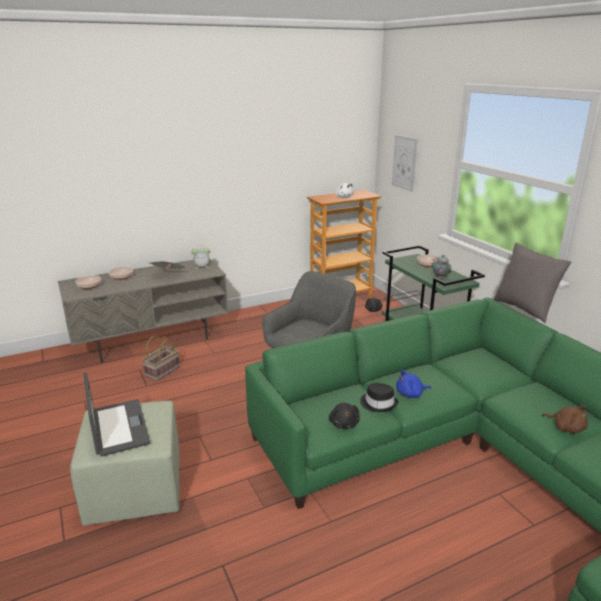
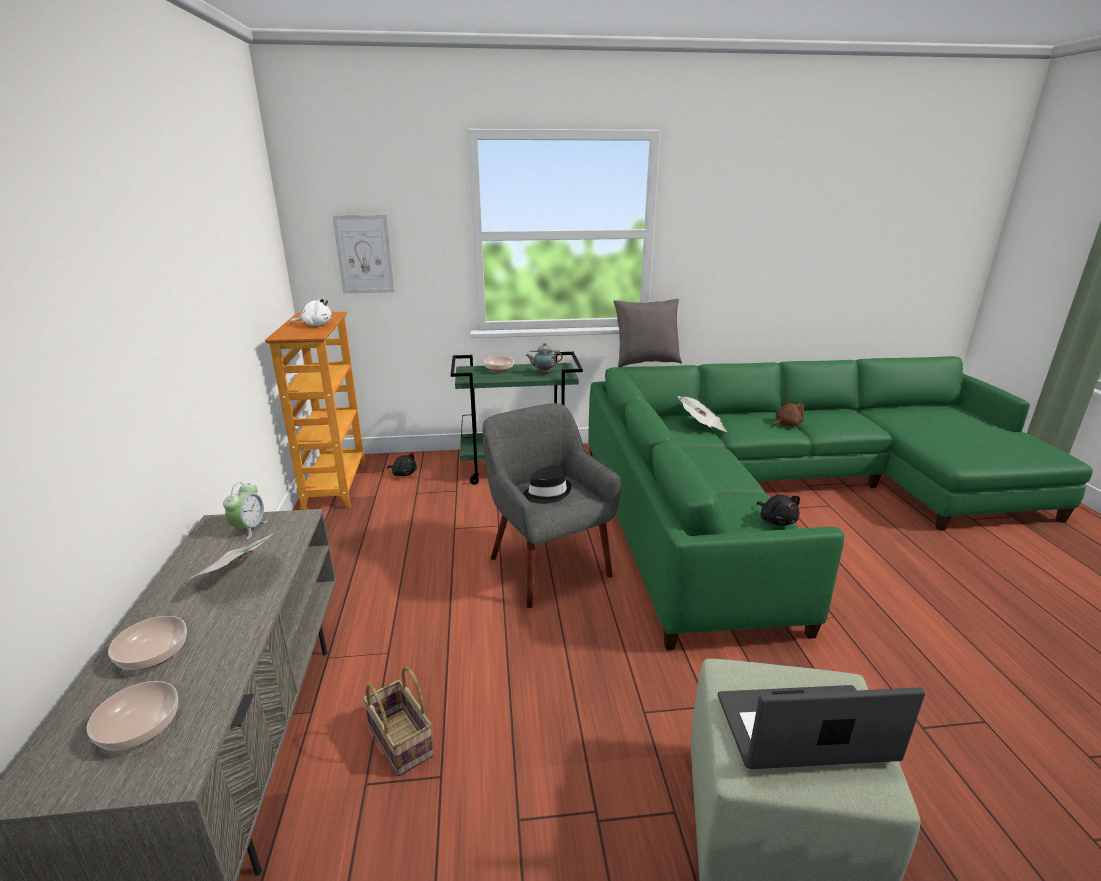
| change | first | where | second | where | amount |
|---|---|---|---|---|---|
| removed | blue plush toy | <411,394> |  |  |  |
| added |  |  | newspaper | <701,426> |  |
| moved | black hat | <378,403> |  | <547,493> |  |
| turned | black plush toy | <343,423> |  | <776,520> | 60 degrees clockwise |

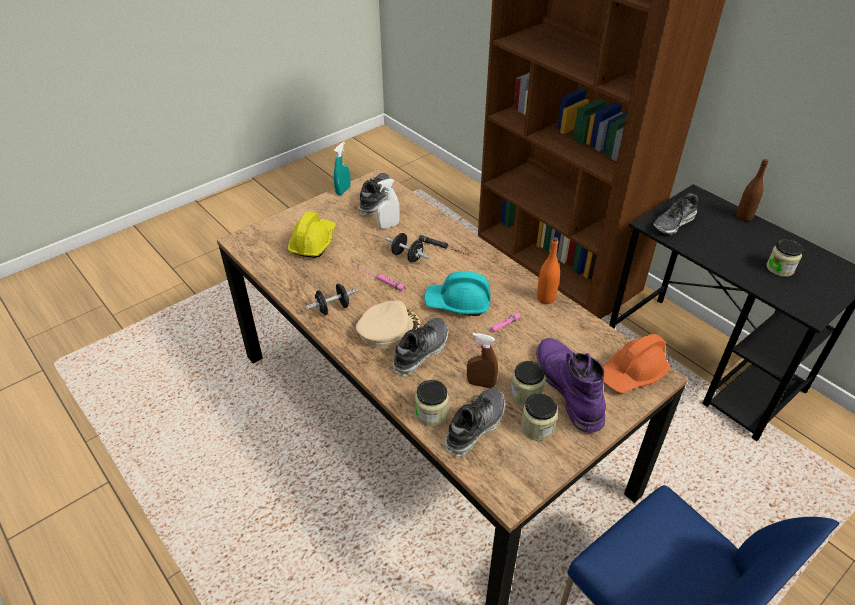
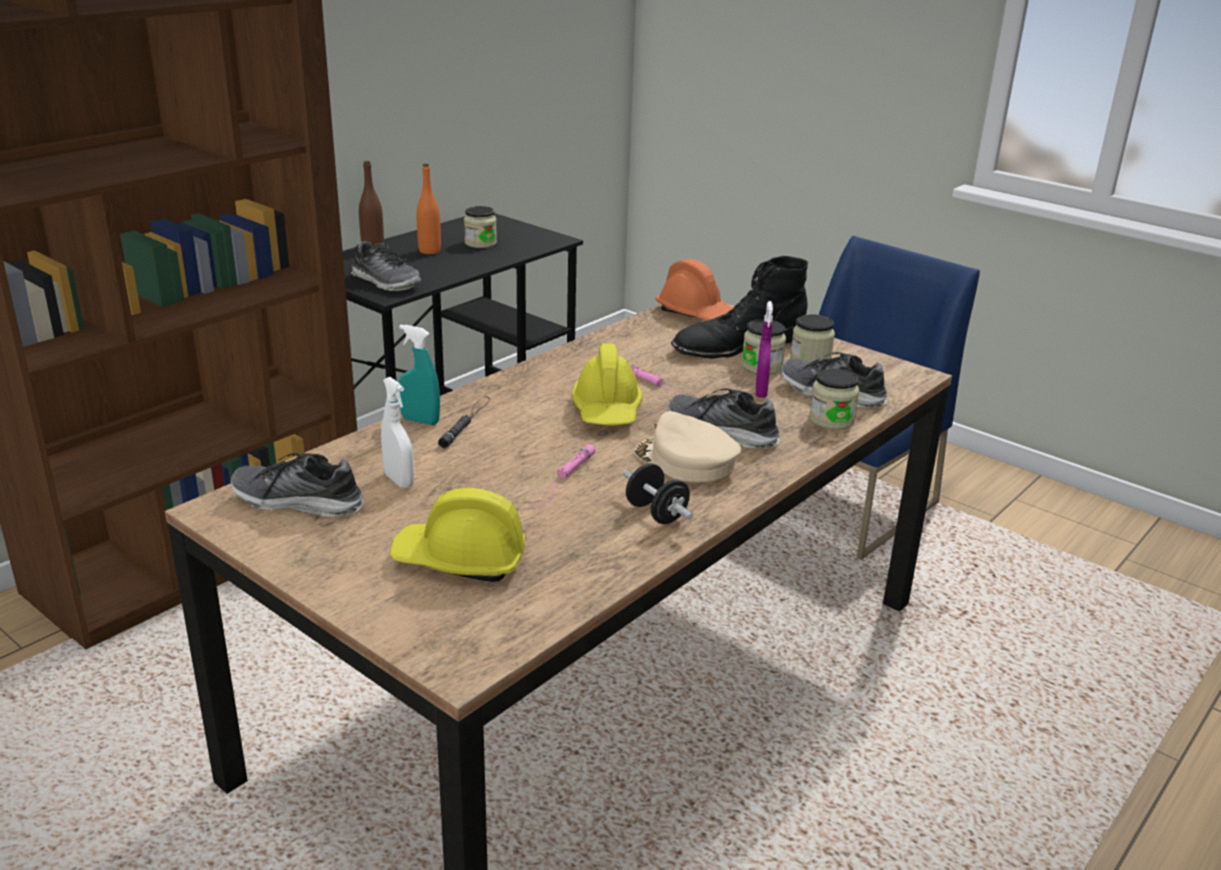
| change | first | where | second | where | amount |
|---|---|---|---|---|---|
| removed | black dumbbell | <407,256> |  |  |  |
| moved | turquoise spray bottle | <343,191> |  | <420,421> |  |
| moved | orange bottle | <546,298> |  | <429,251> |  |
| recoloured | turquoise hard hat | <458,303> | yellow hard hat | <607,410> |  |
| recoloured | brown spray bottle | <481,384> | purple spray bottle | <761,392> |  |
| recoloured | purple boot | <568,388> | black boot | <737,344> |  |

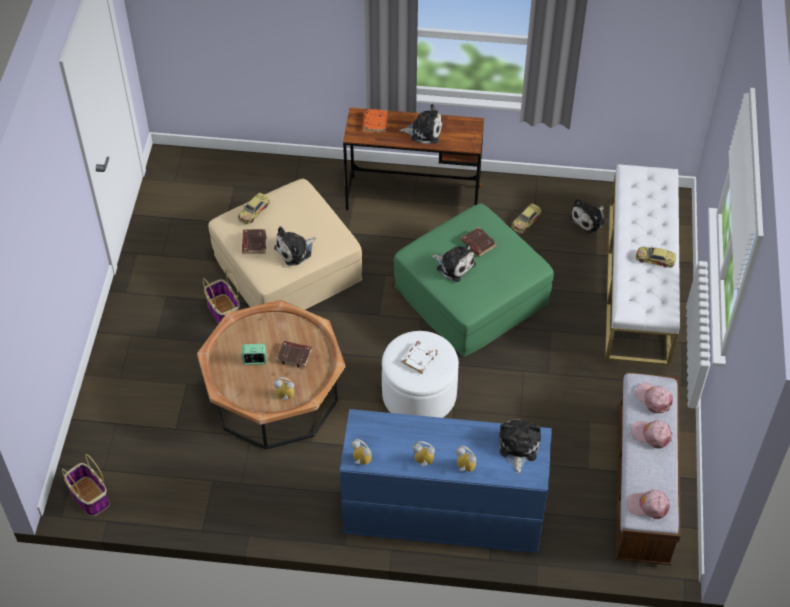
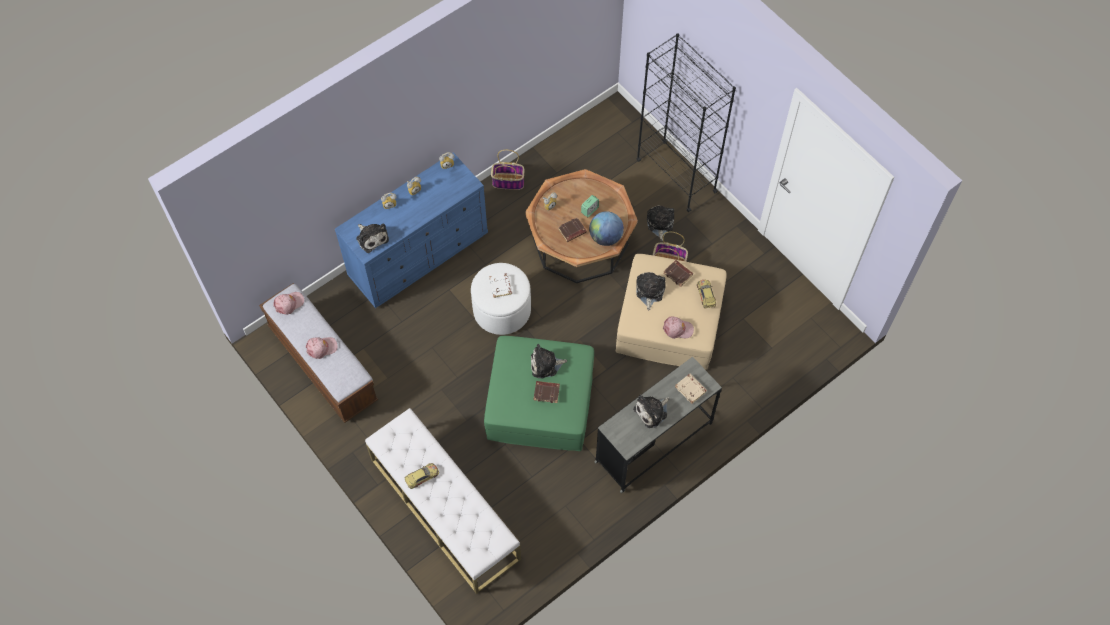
| change | first | where | second | where | amount |
|---|---|---|---|---|---|
| removed | toy car | <526,220> |  |  |  |
| added |  |  | globe | <605,237> |  |
| added |  |  | black bookcase | <676,175> |  |
| moved | basket | <89,496> |  | <508,181> |  |
| moved | plush toy | <589,220> |  | <659,224> |  |
| moved | pink cap | <653,399> |  | <677,329> |  |
| recoloured | brown desk | <413,198> | grey desk | <654,442> |  |
| recoloured | orange book | <374,122> | beige book | <691,389> |  |

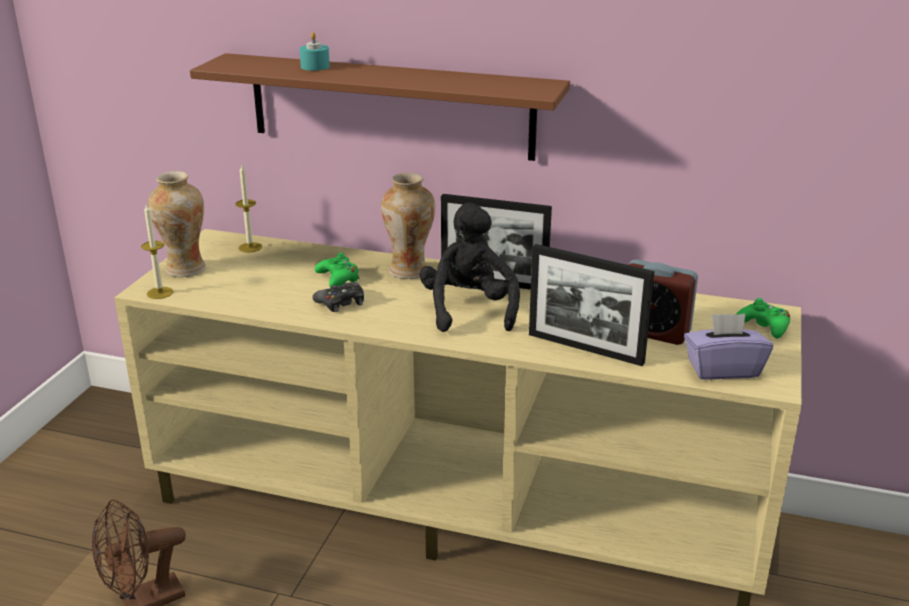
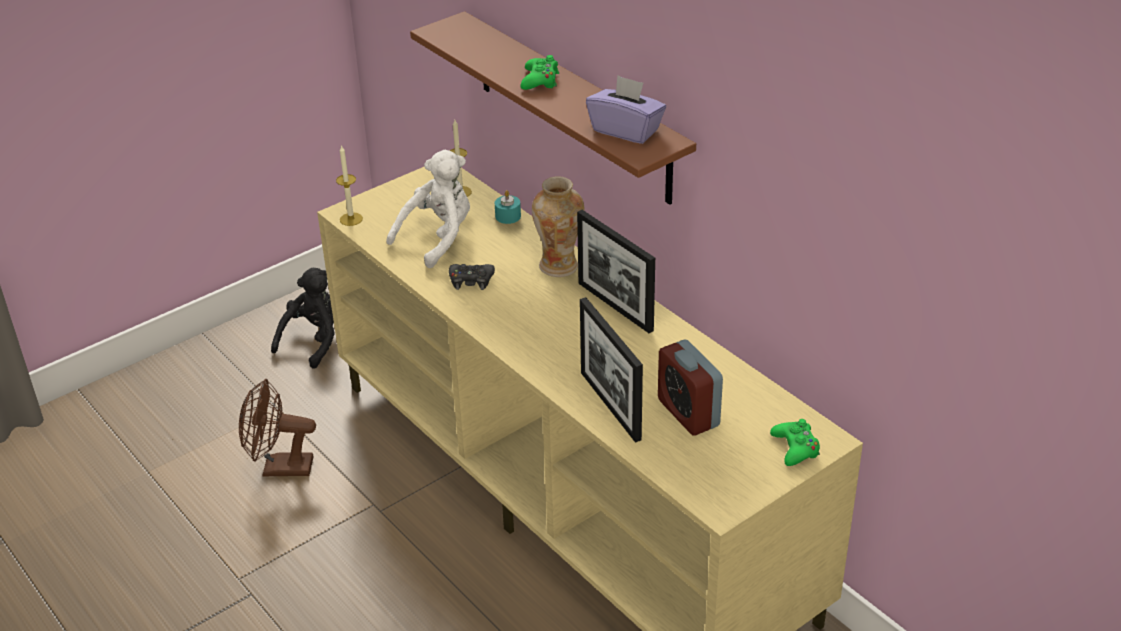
| change | first | where | second | where | amount |
|---|---|---|---|---|---|
| removed | vase | <185,269> |  |  |  |
| added |  |  | white plush toy | <438,238> |  |
| moved | turquoise candle | <315,66> |  | <508,216> |  |
| moved | green game controller | <338,278> |  | <540,80> |  |
| moved | black plush toy | <469,310> |  | <313,341> |  |
| moved | purple tissue box | <723,369> |  | <626,130> |  |

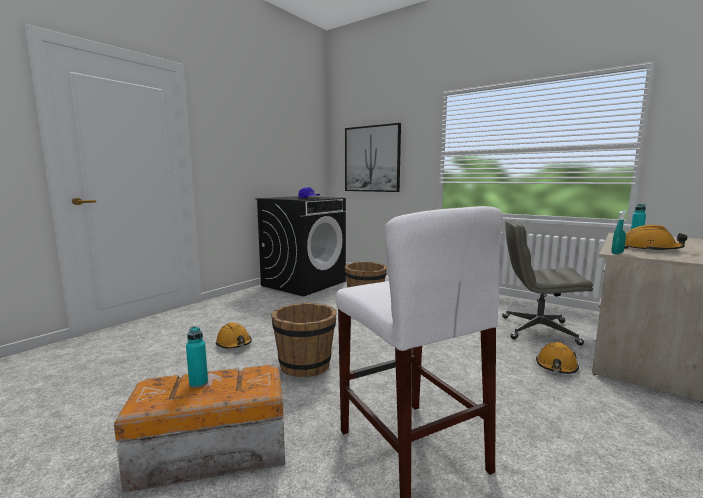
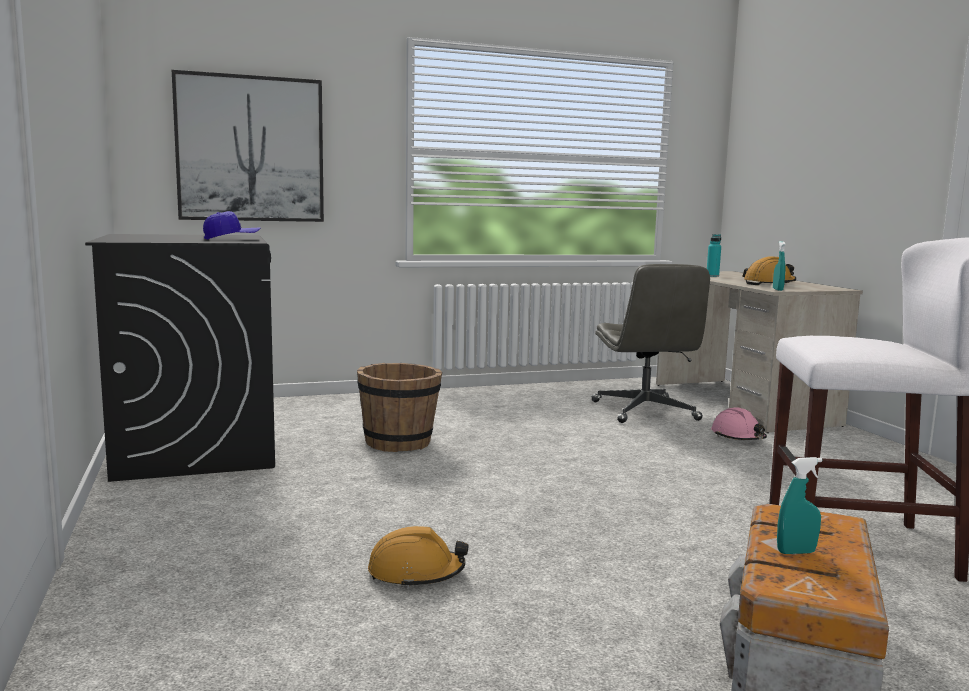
| change | first | where | second | where | amount |
|---|---|---|---|---|---|
| removed | brown bucket | <305,365> |  |  |  |
| replaced | turquoise bottle | <198,383> | turquoise spray bottle | <796,552> |  |
| recoloured | orange hard hat | <556,366> | pink hard hat | <738,437> |  |
| turned | grey office chair | <537,330> |  | <645,411> | 60 degrees counterclockwise |

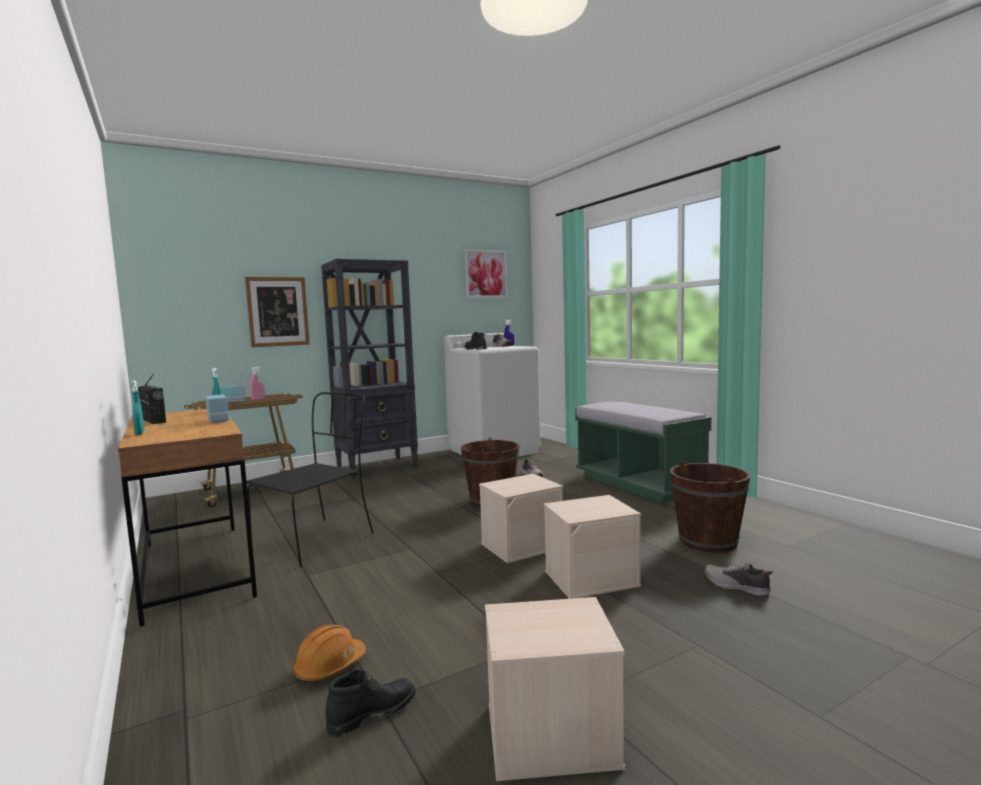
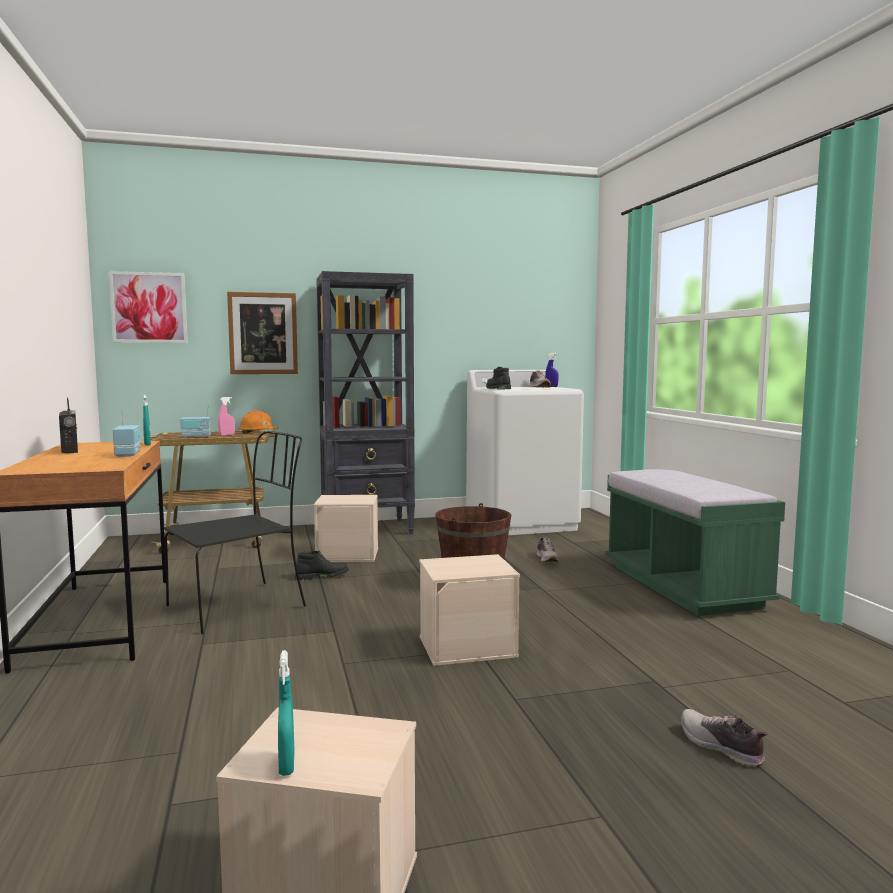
| change | first | where | second | where | amount |
|---|---|---|---|---|---|
| removed | brown bucket | <708,541> |  |  |  |
| moved | turquoise spray bottle | <139,433> |  | <287,765> |  |
| moved | orange hard hat | <329,666> |  | <258,433> |  |
| moved | black boot | <372,712> |  | <322,576> |  |
| moved | picture | <485,274> |  | <149,307> |  |
| moved | beige storage box | <592,578> |  | <348,554> |  |

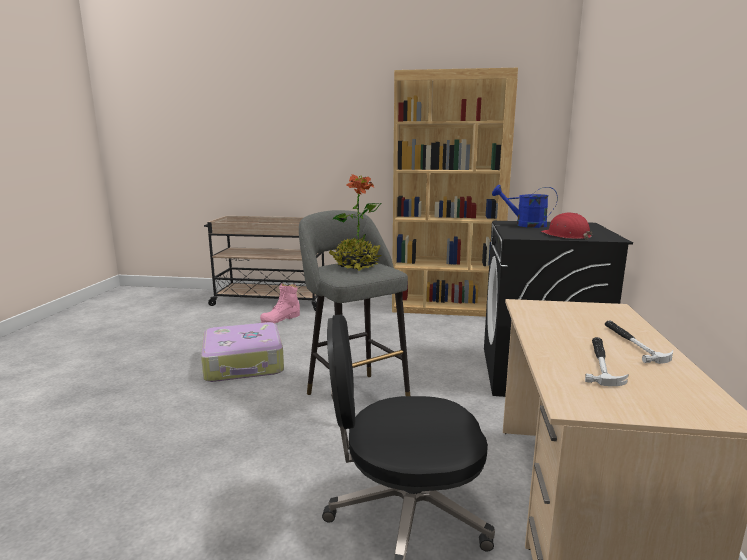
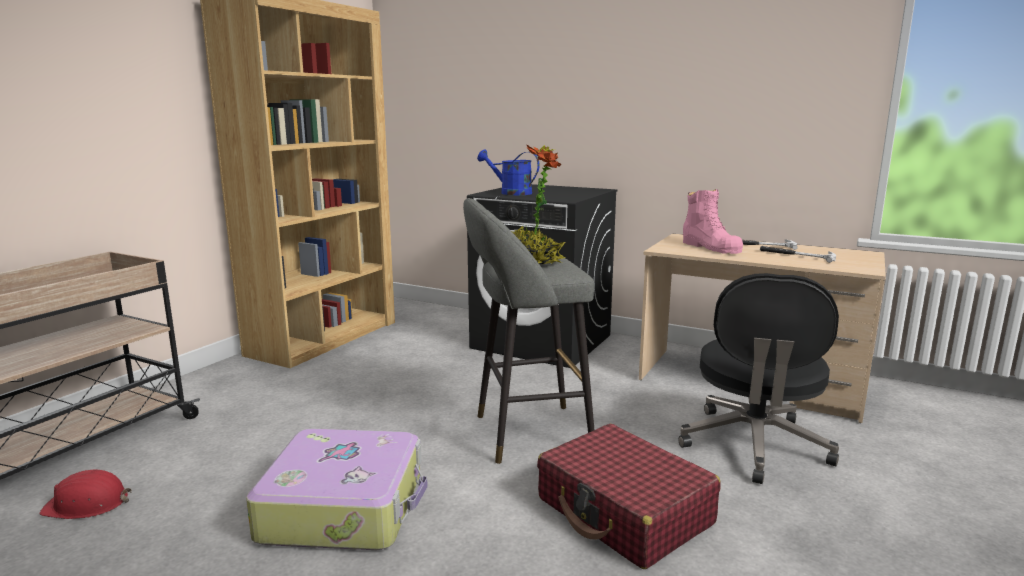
| change | first | where | second | where | amount |
|---|---|---|---|---|---|
| added |  |  | red suitcase | <624,512> |  |
| moved | pink boot | <281,319> |  | <711,247> |  |
| moved | red hard hat | <566,235> |  | <87,504> |  |
| turned | blue watering can | <525,225> |  | <510,193> | 75 degrees clockwise |

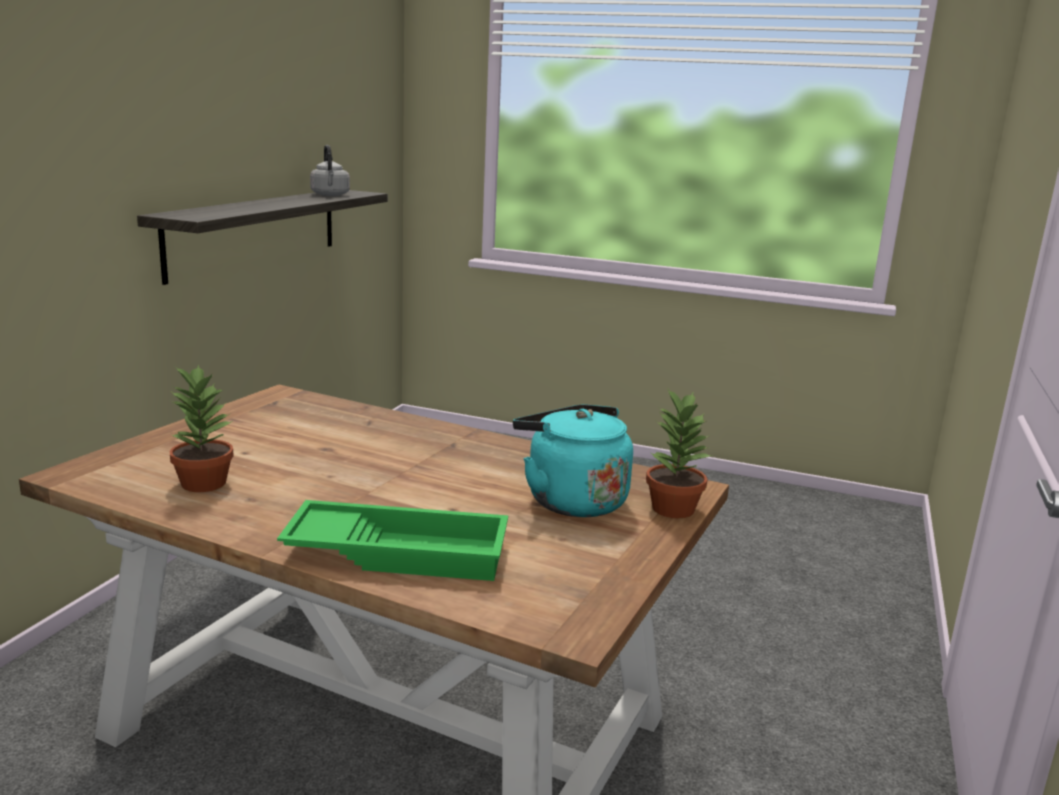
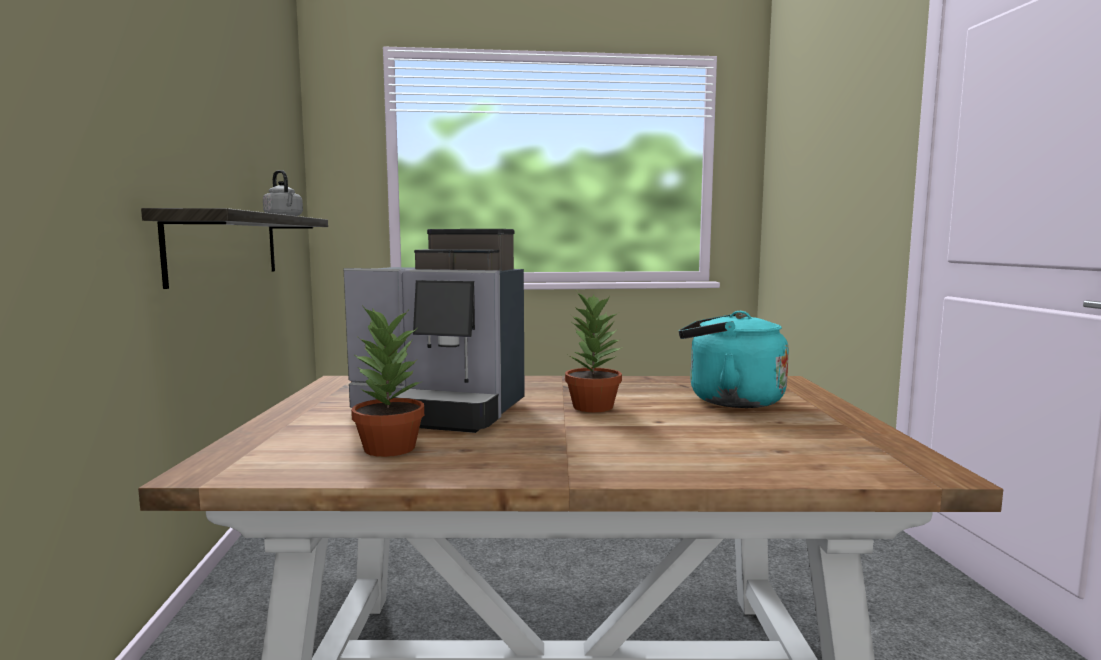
| change | first | where | second | where | amount |
|---|---|---|---|---|---|
| removed | green tray | <400,551> |  |  |  |
| added |  |  | coffee machine | <443,411> |  |
| moved | potted plant | <673,508> |  | <592,406> |  |

